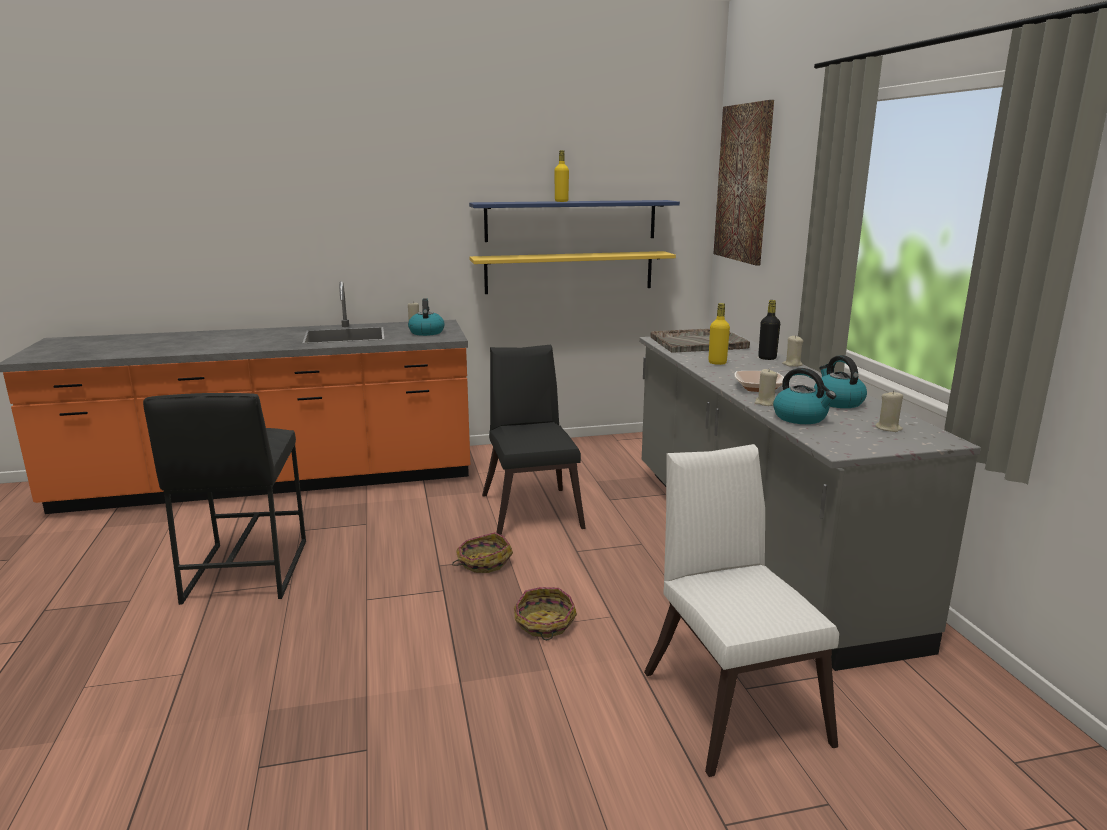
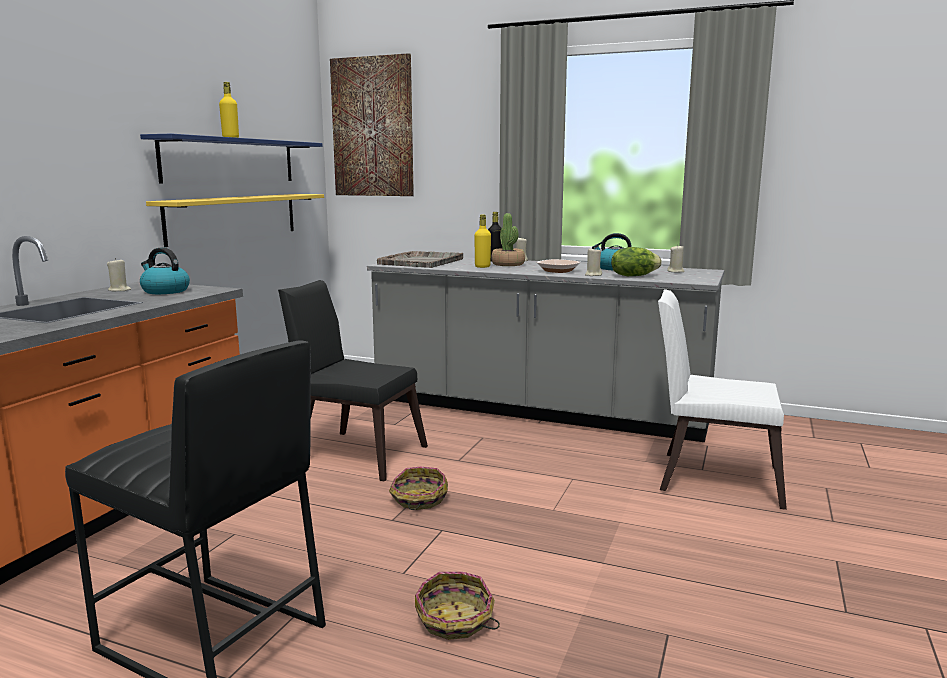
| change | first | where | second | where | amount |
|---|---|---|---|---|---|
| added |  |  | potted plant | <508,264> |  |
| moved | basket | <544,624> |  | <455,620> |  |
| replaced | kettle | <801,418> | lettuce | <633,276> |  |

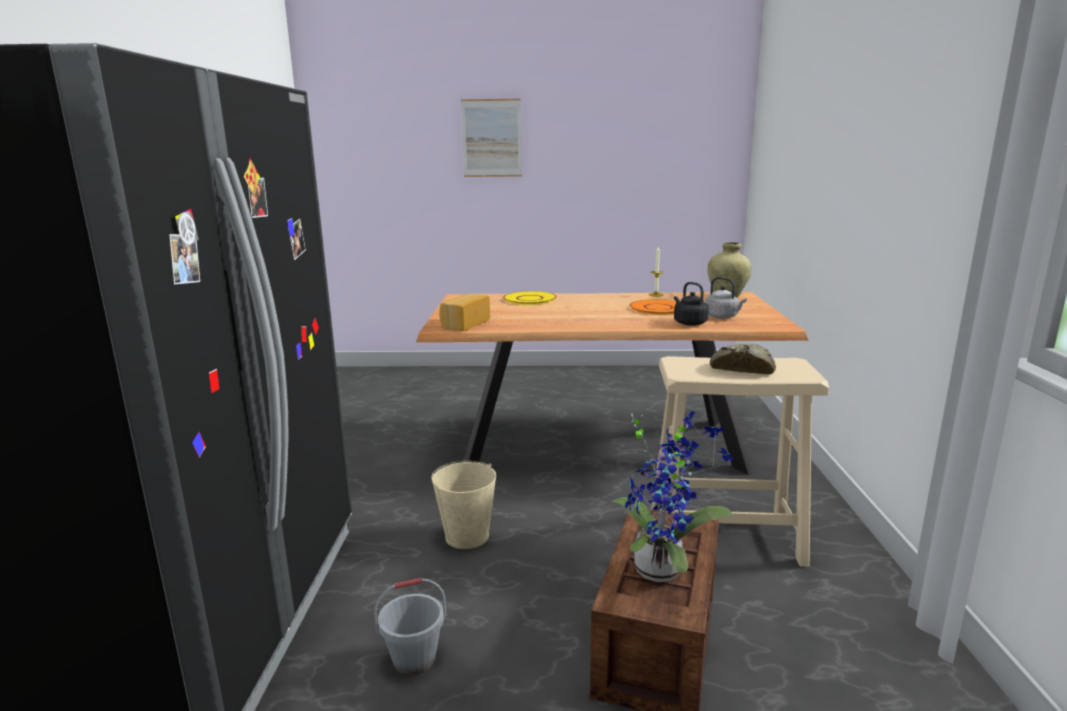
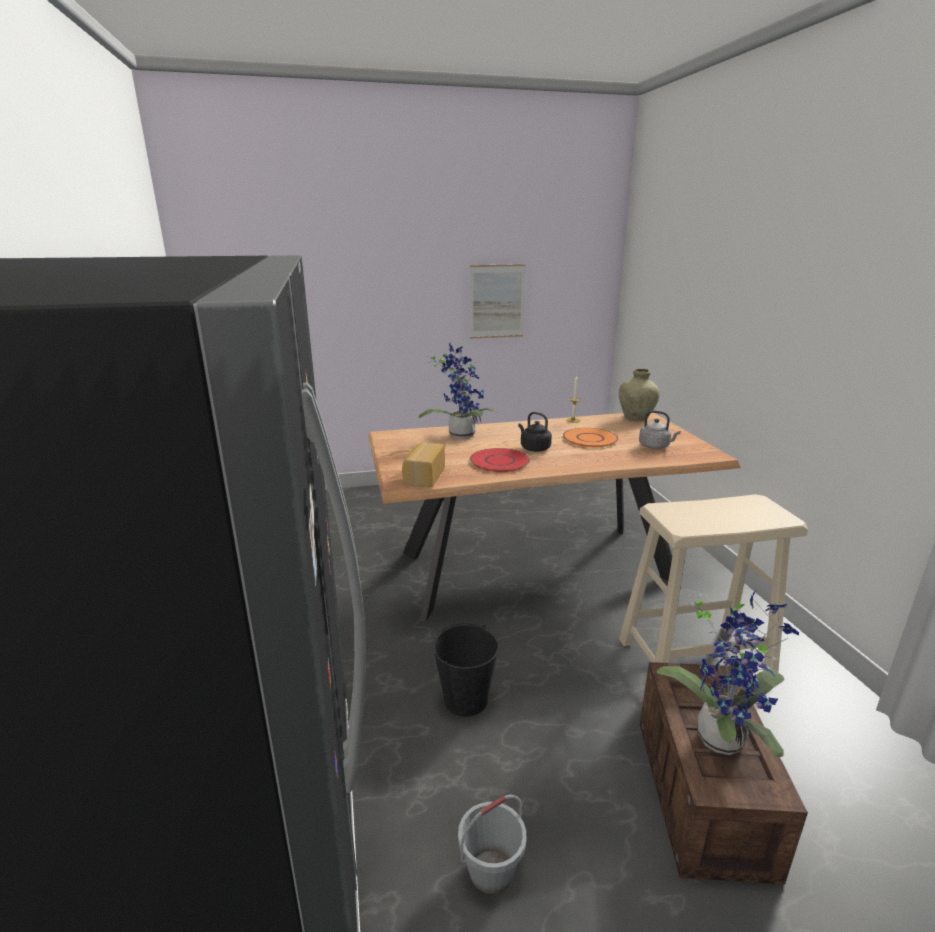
| change | first | where | second | where | amount |
|---|---|---|---|---|---|
| removed | bread | <741,368> |  |  |  |
| added |  |  | red plate | <499,461> |  |
| moved | picture | <491,138> |  | <497,301> |  |
| moved | black kettle | <688,323> |  | <534,448> |  |
| replaced | yellow plate | <530,299> | potted plant | <460,434> |  |
| recoloured | beige bucket | <467,536> | black bucket | <466,699> |  |

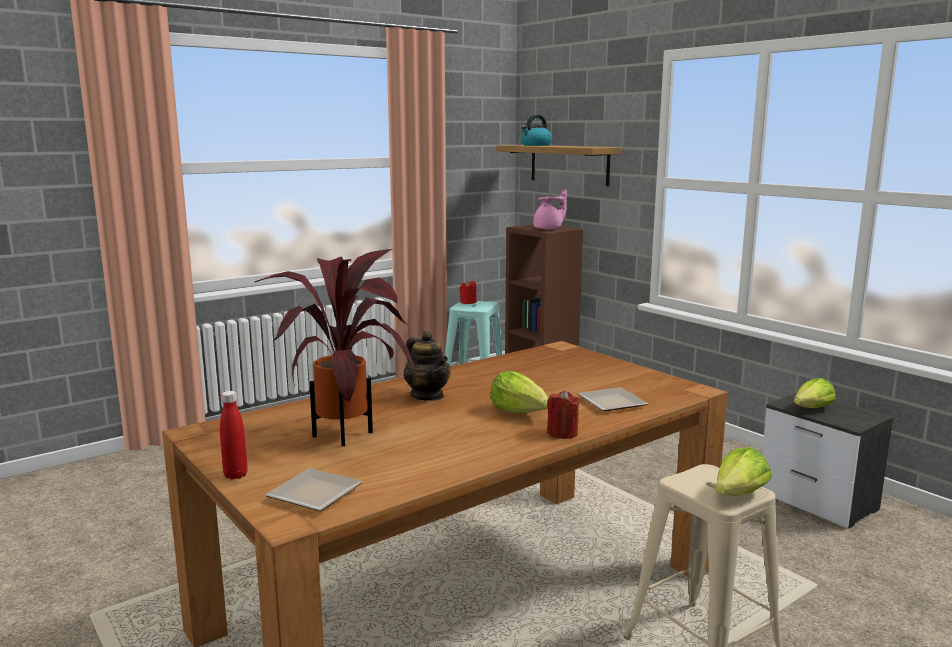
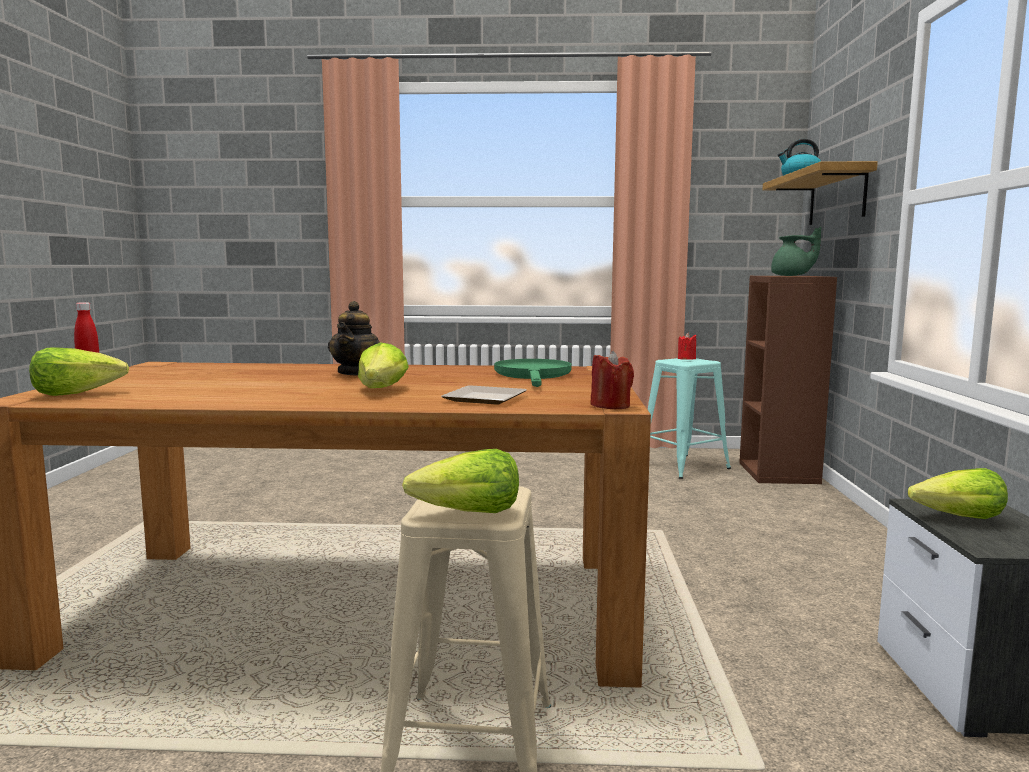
| change | first | where | second | where | amount |
|---|---|---|---|---|---|
| removed | potted plant | <349,433> |  |  |  |
| added |  |  | green frying pan | <533,376> |  |
| moved | red candle | <562,433> |  | <610,406> |  |
| replaced | plate | <311,494> | lettuce | <77,393> |  |
| recoloured | pink teapot | <549,229> | green teapot | <792,275> |  |

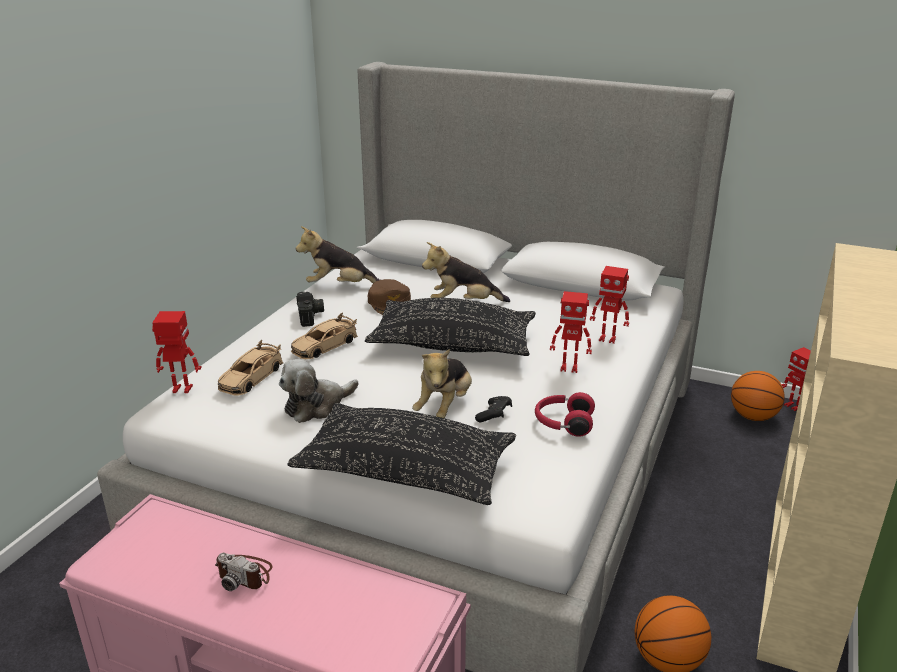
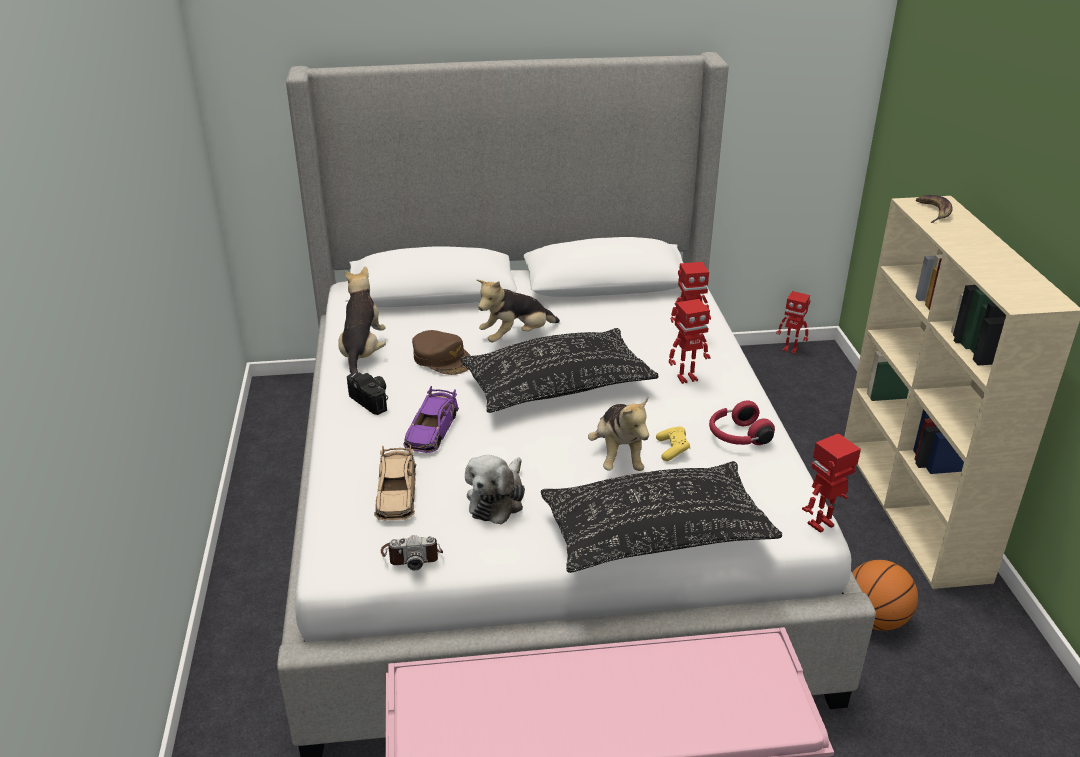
| change | first | where | second | where | amount |
|---|---|---|---|---|---|
| removed | basketball | <753,416> |  |  |  |
| added |  |  | banana | <934,212> |  |
| moved | toy robot | <181,390> |  | <822,525> |  |
| moved | photo camera | <245,574> |  | <412,554> |  |
| recoloured | beige toy car | <325,346> | purple toy car | <431,430> |  |
| recoloured | black game controller | <494,416> | yellow game controller | <673,449> |  |
| turned | plush toy | <340,286> |  | <362,353> | 120 degrees clockwise |

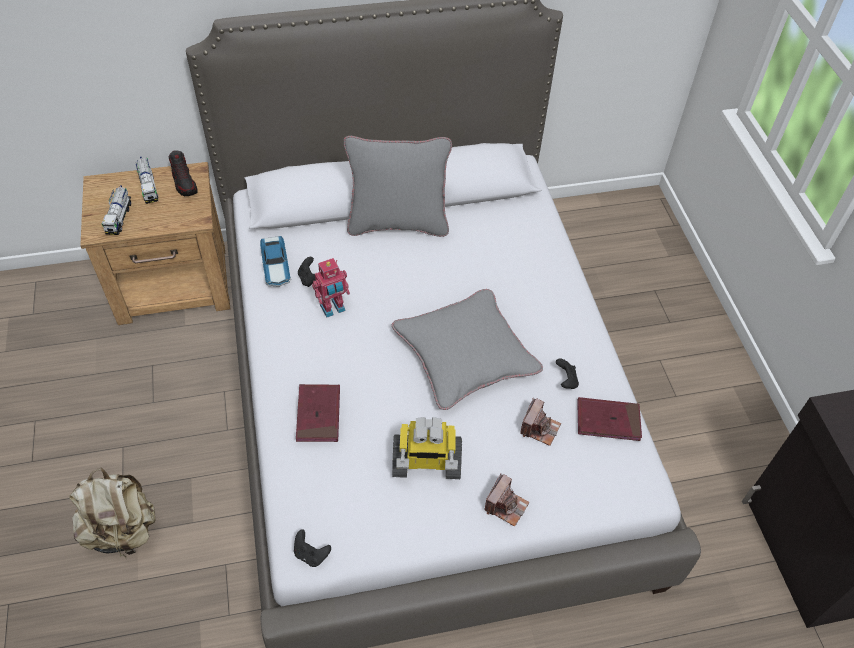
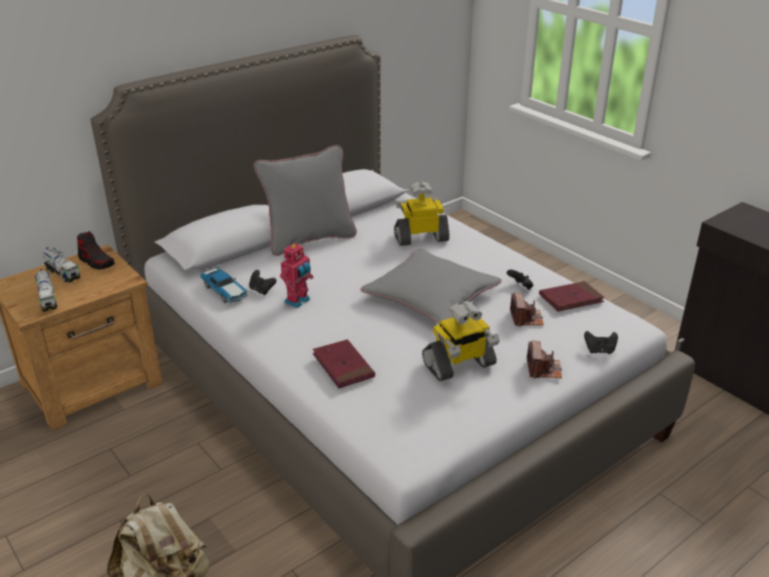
| change | first | where | second | where | amount |
|---|---|---|---|---|---|
| added |  |  | toy robot | <421,238> |  |
| moved | black game controller | <311,554> |  | <599,350> |  |

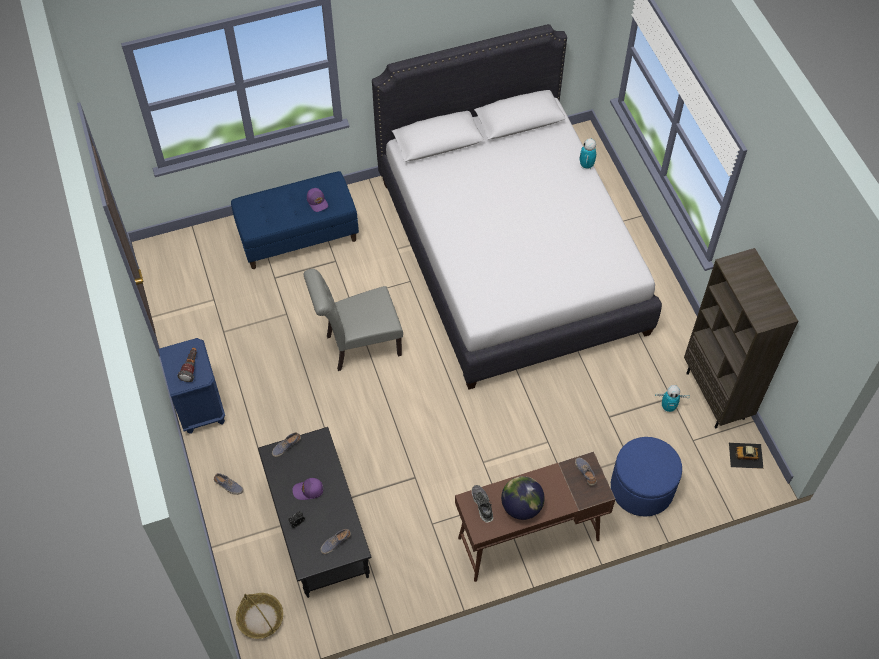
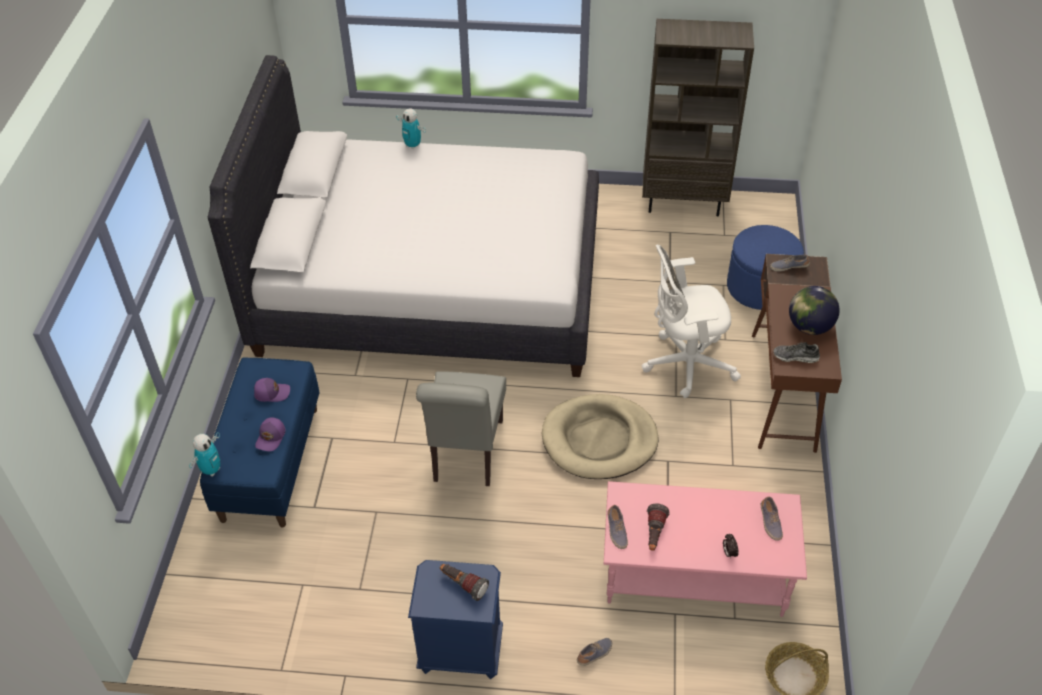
| change | first | where | second | where | amount |
|---|---|---|---|---|---|
| removed | toy car | <746,455> |  |  |  |
| added |  |  | beige dog bed | <599,440> |  |
| added |  |  | white office chair | <684,364> |  |
| added |  |  | flashlight | <654,534> |  |
| moved | purple cap | <308,491> |  | <271,437> |  |
| moved | toy robot | <668,407> |  | <211,470> |  |
| recoloured | black coffee table | <318,527> | pink coffee table | <693,575> |  |

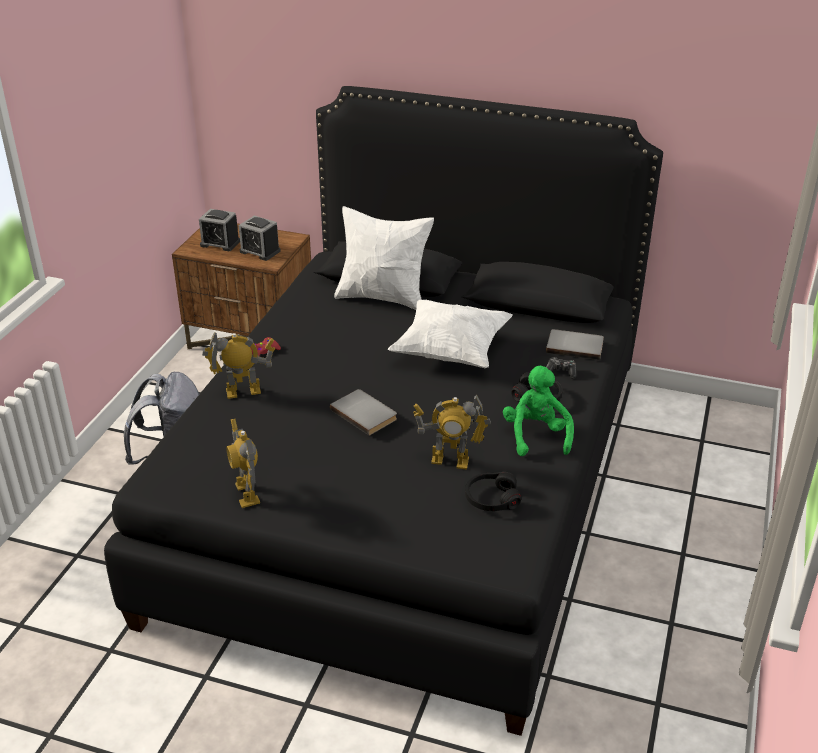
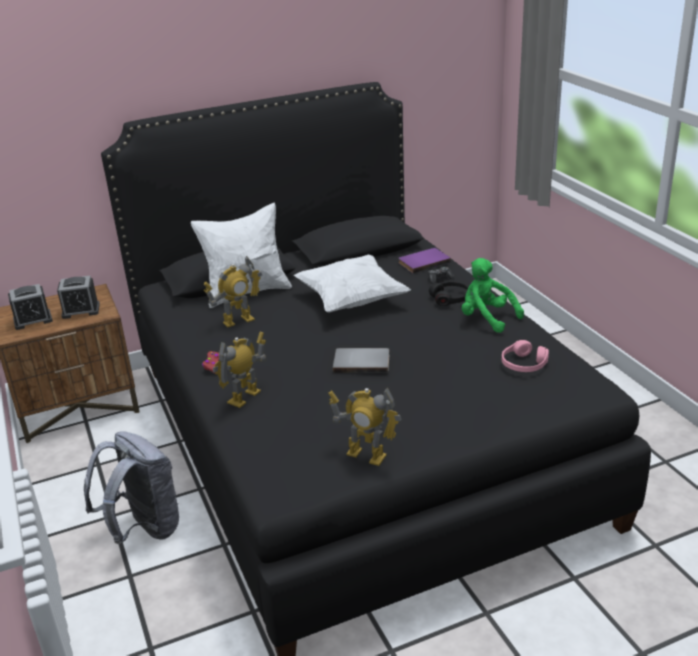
| change | first | where | second | where | amount |
|---|---|---|---|---|---|
| moved | toy robot | <450,461> |  | <238,321> |  |
| recoloured | black headphones | <491,498> | pink headphones | <523,364> |  |
| recoloured | grey book | <575,346> | purple book | <423,262> |  |

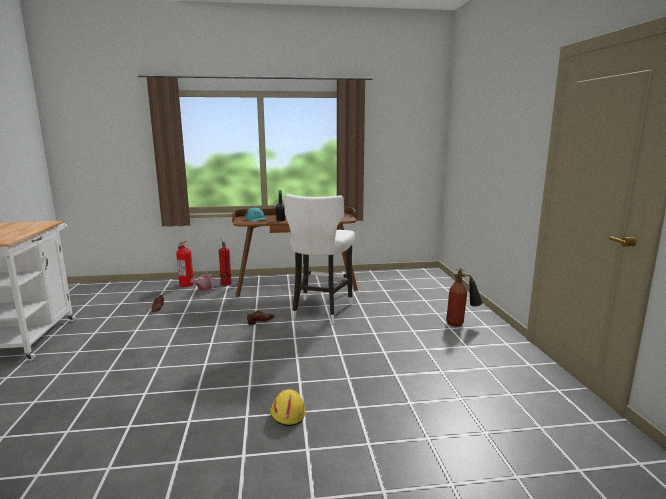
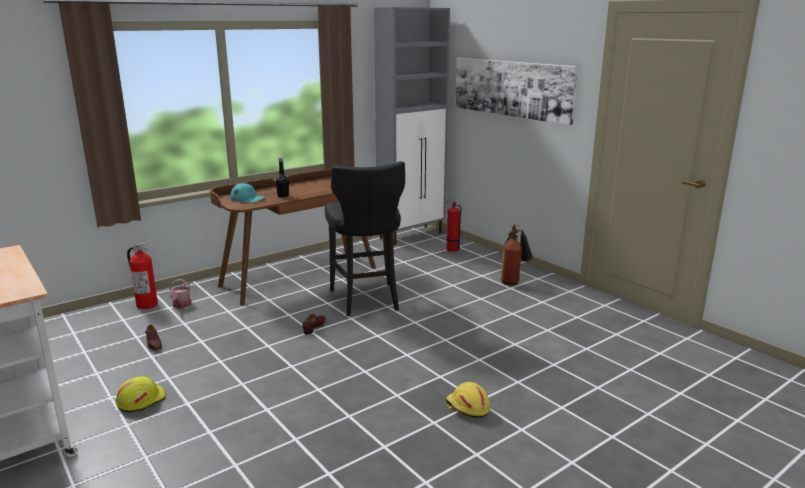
| change | first | where | second | where | amount |
|---|---|---|---|---|---|
| added |  |  | yellow hard hat | <141,400> |  |
| added |  |  | grey cabinet | <412,235> |  |
| added |  |  | picture | <511,88> |  |
| moved | fire extinguisher | <226,283> |  | <451,249> |  |
| recoloured | white stool | <320,311> | black stool | <366,300> |  |

